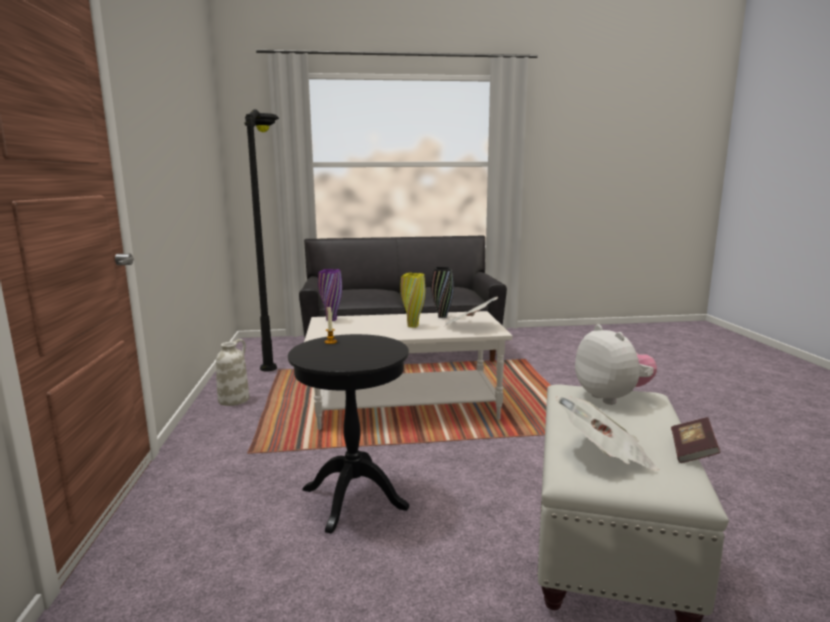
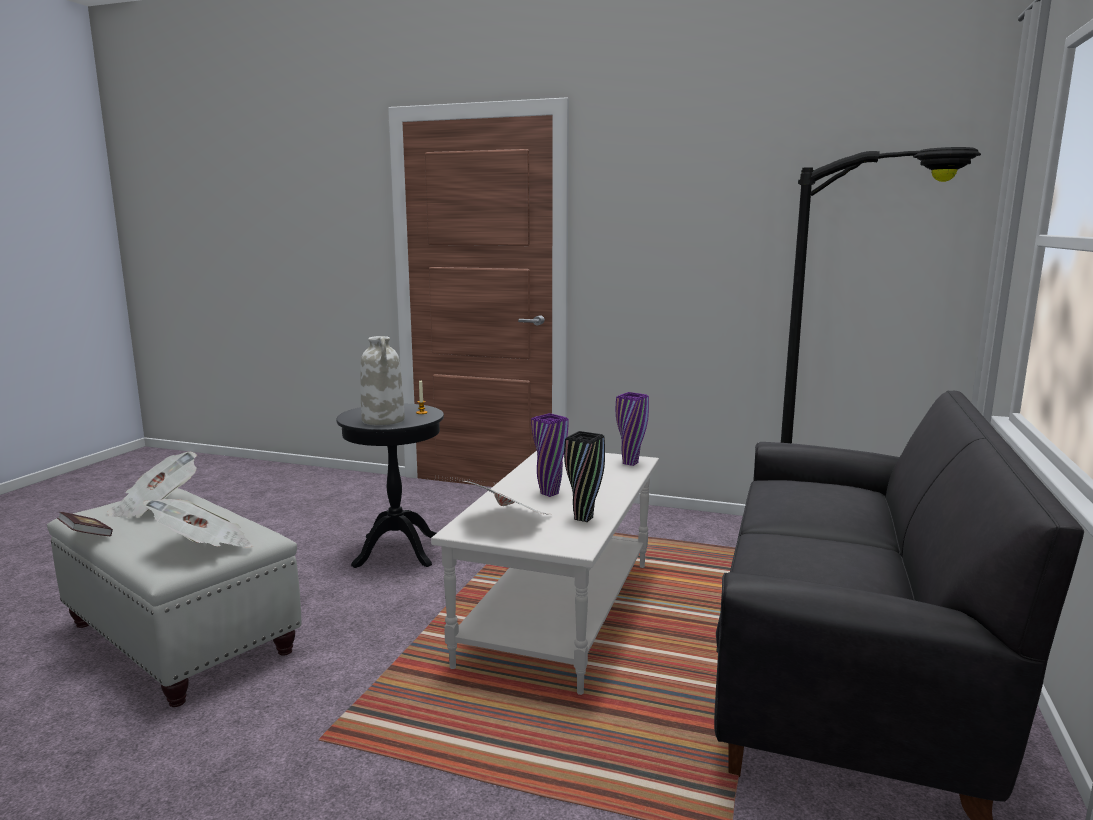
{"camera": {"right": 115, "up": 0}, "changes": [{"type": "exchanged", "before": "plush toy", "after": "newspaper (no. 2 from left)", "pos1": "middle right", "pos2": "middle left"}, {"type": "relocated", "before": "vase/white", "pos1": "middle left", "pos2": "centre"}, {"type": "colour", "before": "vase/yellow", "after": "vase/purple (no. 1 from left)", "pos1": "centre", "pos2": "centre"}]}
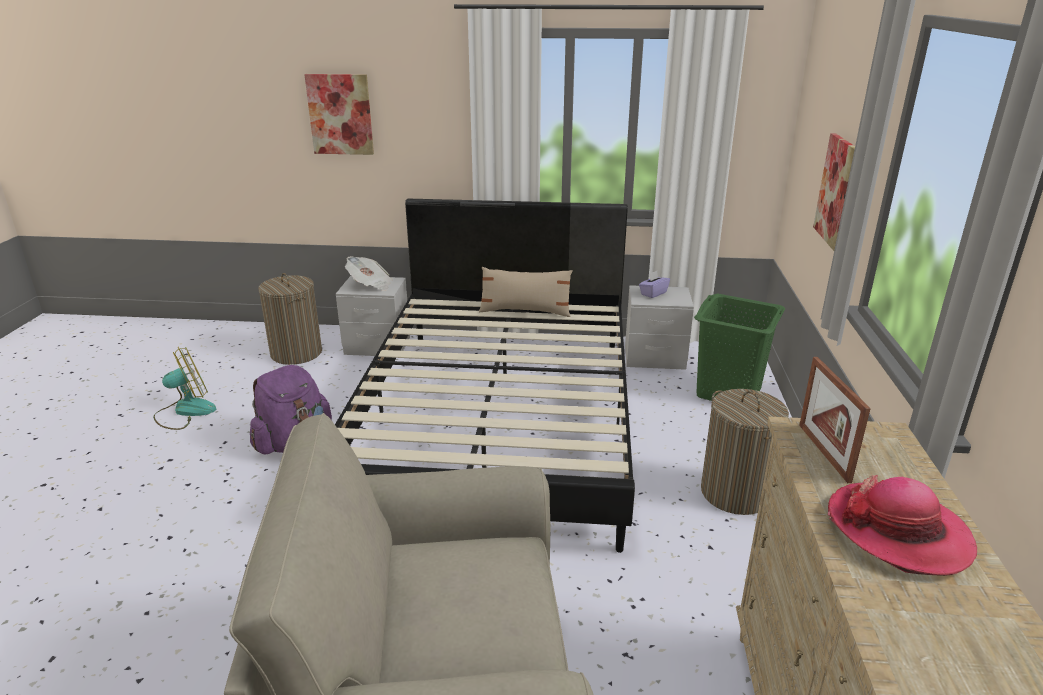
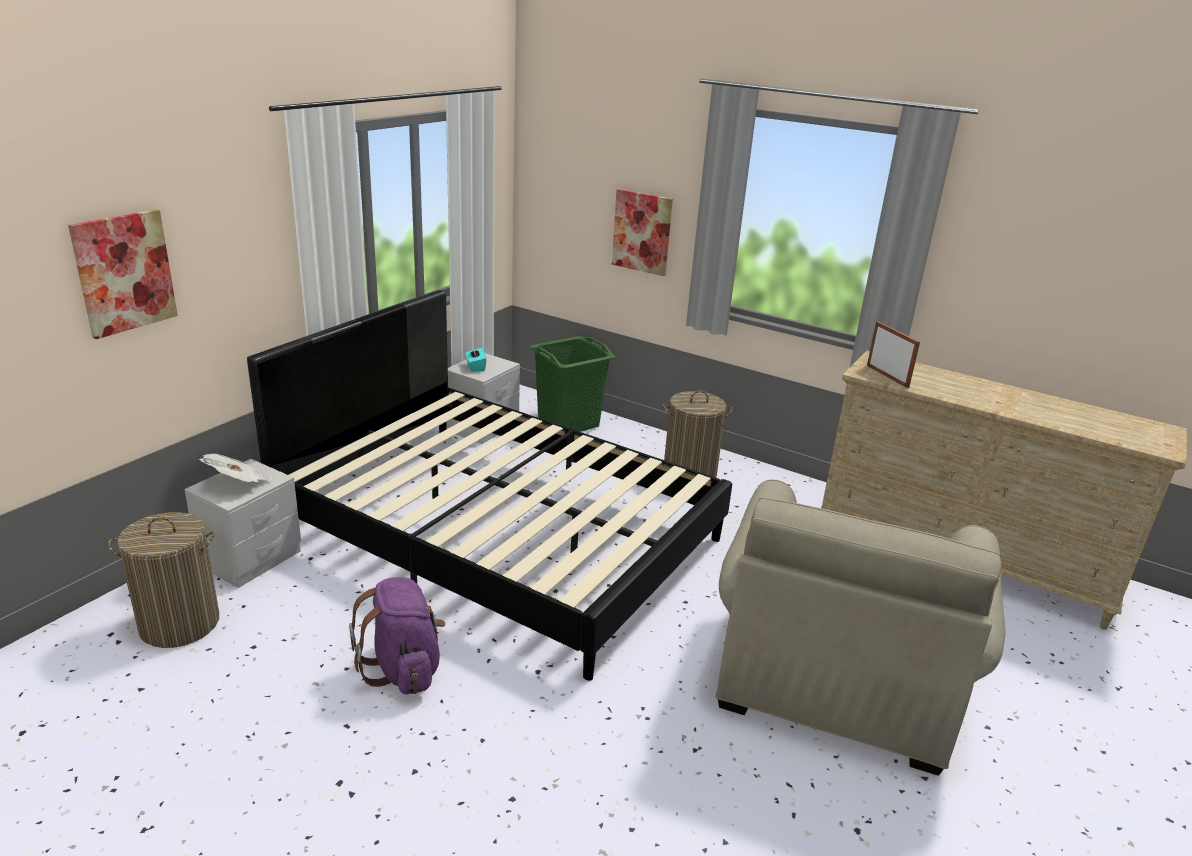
{"camera": {"right": -65, "up": 0}, "changes": [{"type": "colour", "before": "tissue box/purple", "after": "tissue box/turquoise", "pos1": "centre", "pos2": "centre"}, {"type": "spun", "before": "picture frame", "pos1": "middle right", "pos2": "middle right", "turn": -135}, {"type": "missing", "before": "fan", "pos1": "middle left"}, {"type": "missing", "before": "pillow/beige", "pos1": "centre"}, {"type": "missing", "before": "hat", "pos1": "bottom right"}]}
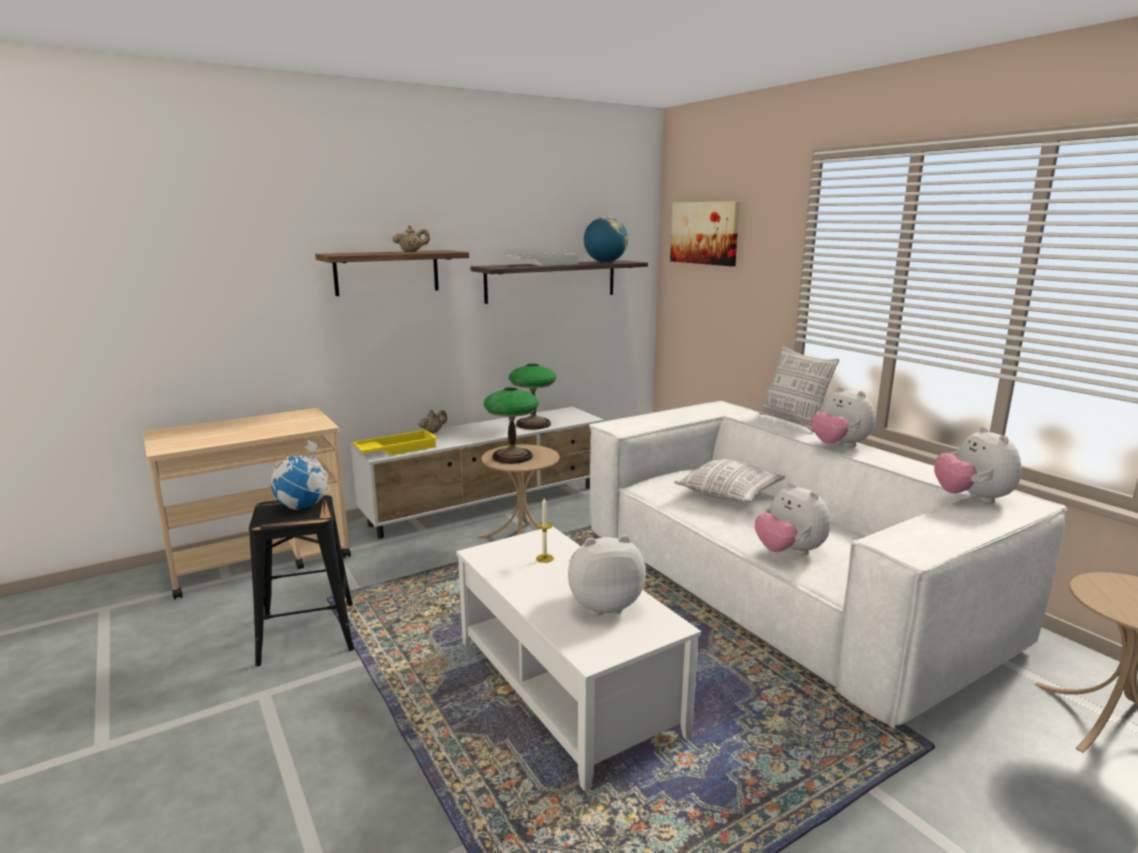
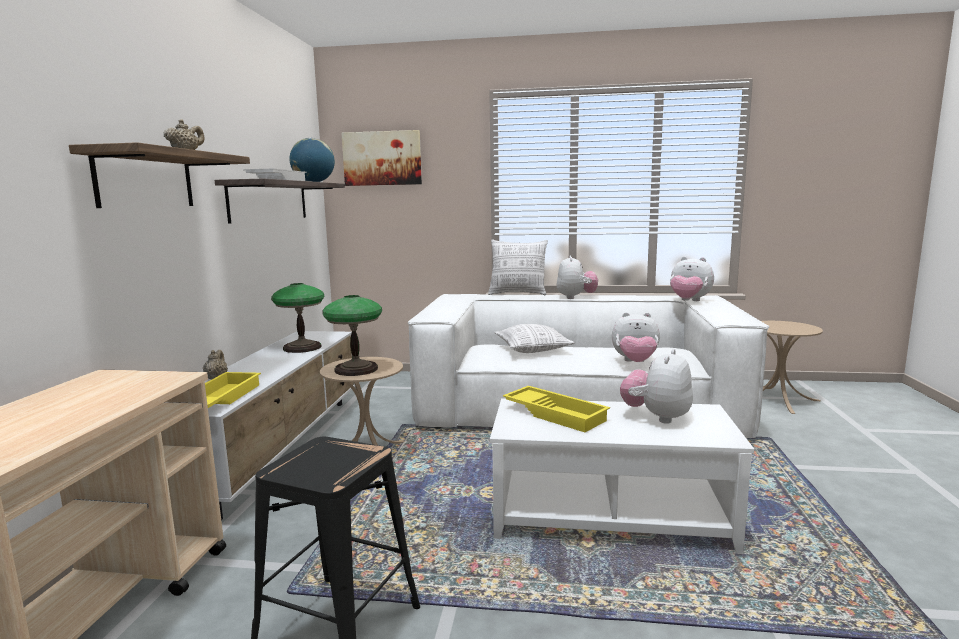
{"camera": {"right": -50, "up": -5}, "changes": [{"type": "exchanged", "before": "candle", "after": "tray/yellow (no. 2 from left)", "pos1": "centre", "pos2": "centre"}, {"type": "spun", "before": "plush toy (no. 3 from left in the first image)", "pos1": "middle right", "pos2": "centre", "turn": -90}, {"type": "missing", "before": "globe (no. 1 from left)", "pos1": "middle left"}]}
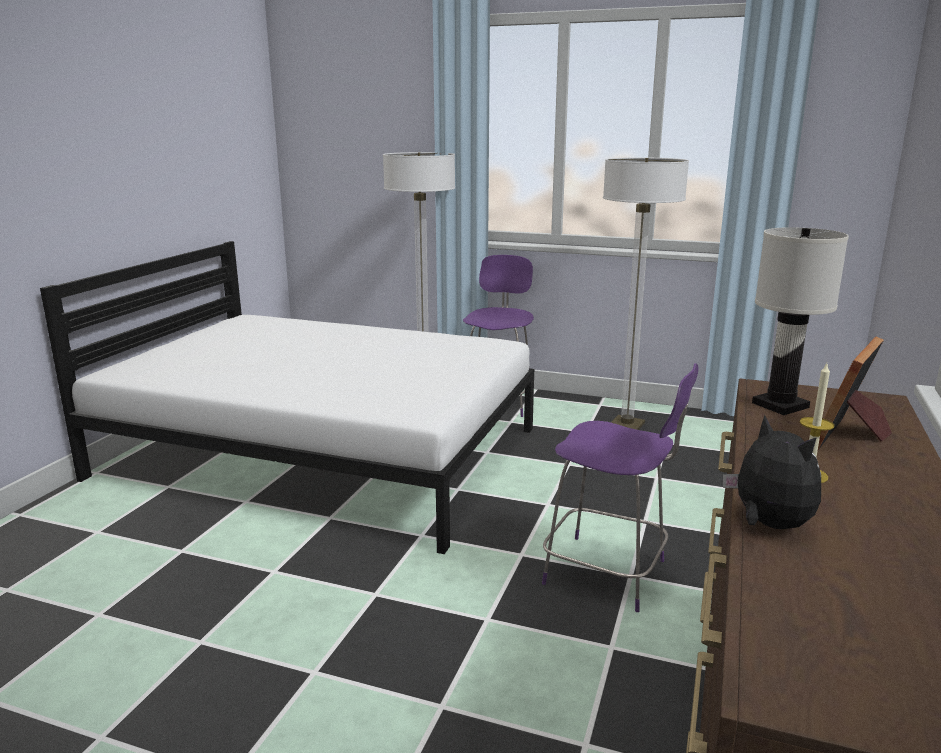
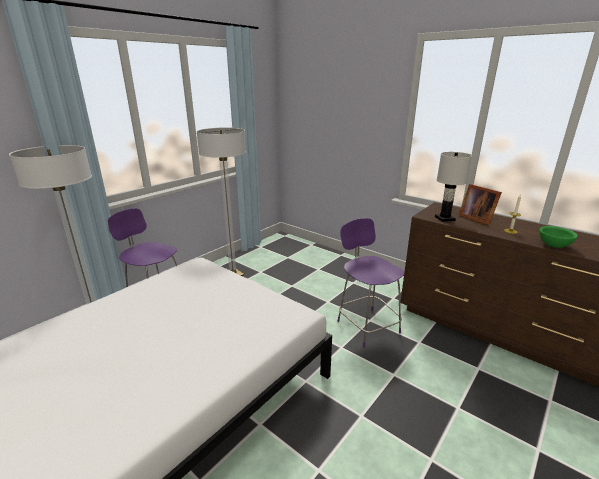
{"camera": {"right": -70, "up": 5}, "changes": [{"type": "spun", "before": "chair/purple (no. 2 from left)", "pos1": "centre", "pos2": "centre", "turn": -75}, {"type": "exchanged", "before": "plush toy", "after": "bowl/green", "pos1": "middle right", "pos2": "middle right"}]}
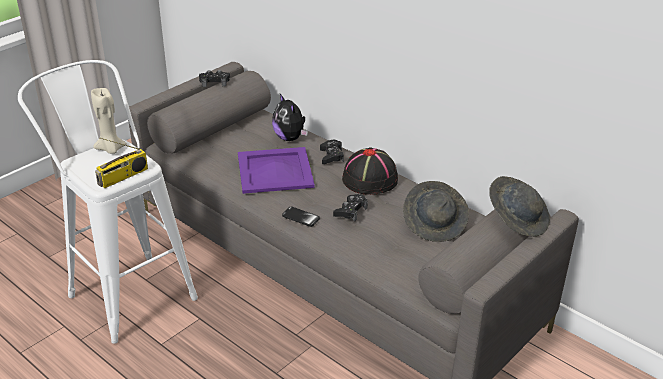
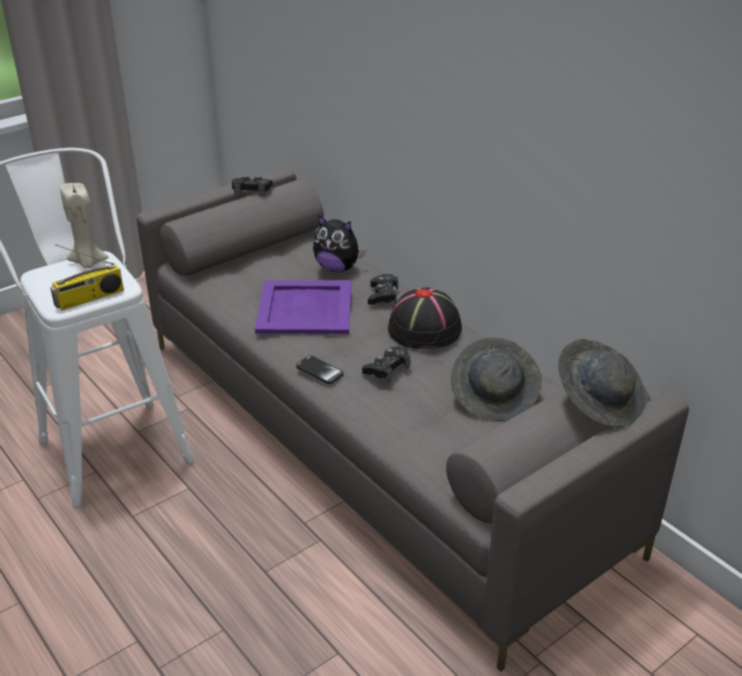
{"camera": {"right": 10, "up": 0}, "changes": [{"type": "spun", "before": "plush toy", "pos1": "top centre", "pos2": "centre", "turn": -45}]}
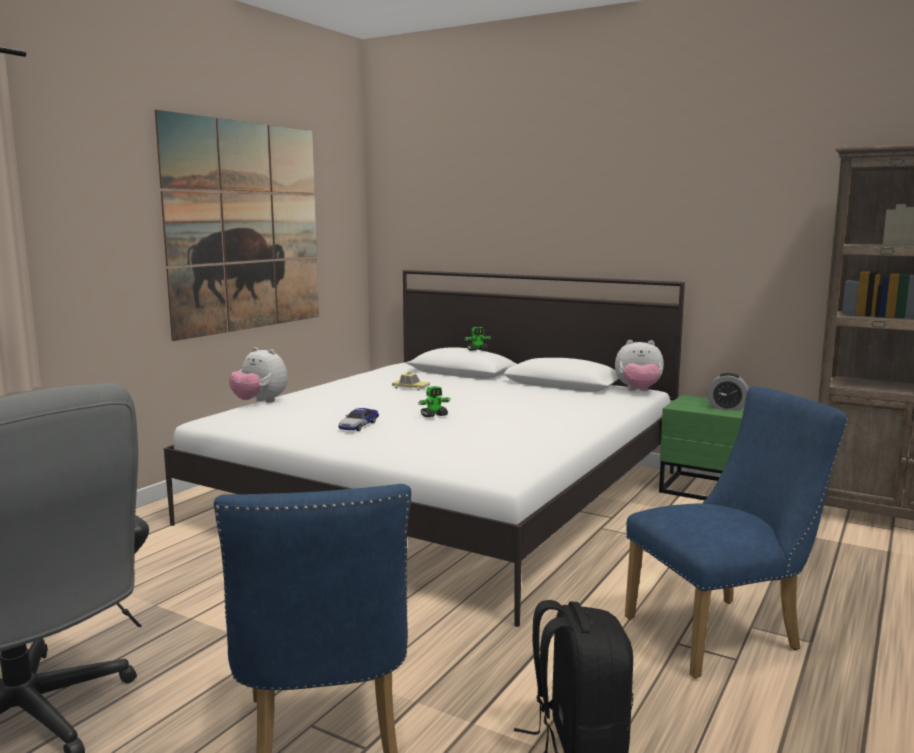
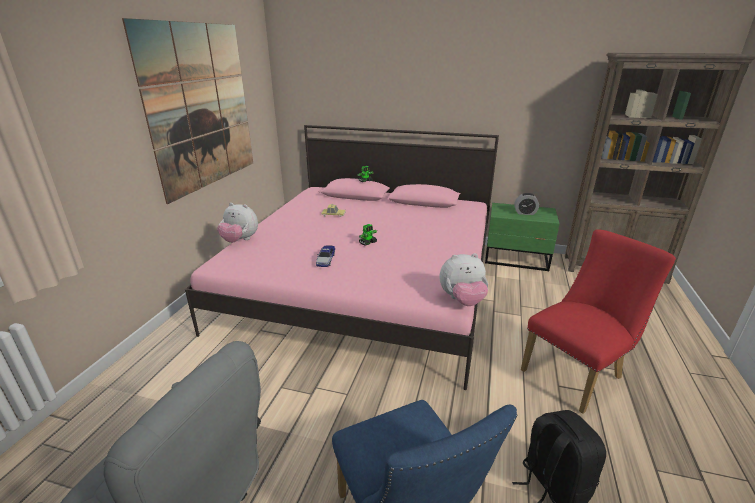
{"camera": {"right": -15, "up": 15}, "changes": [{"type": "colour", "before": "bed/white", "after": "bed/pink", "pos1": "centre", "pos2": "centre"}, {"type": "relocated", "before": "plush toy (no. 2 from left)", "pos1": "middle right", "pos2": "centre"}, {"type": "colour", "before": "chair/blue (no. 2 from left)", "after": "chair/red", "pos1": "bottom right", "pos2": "middle right"}]}
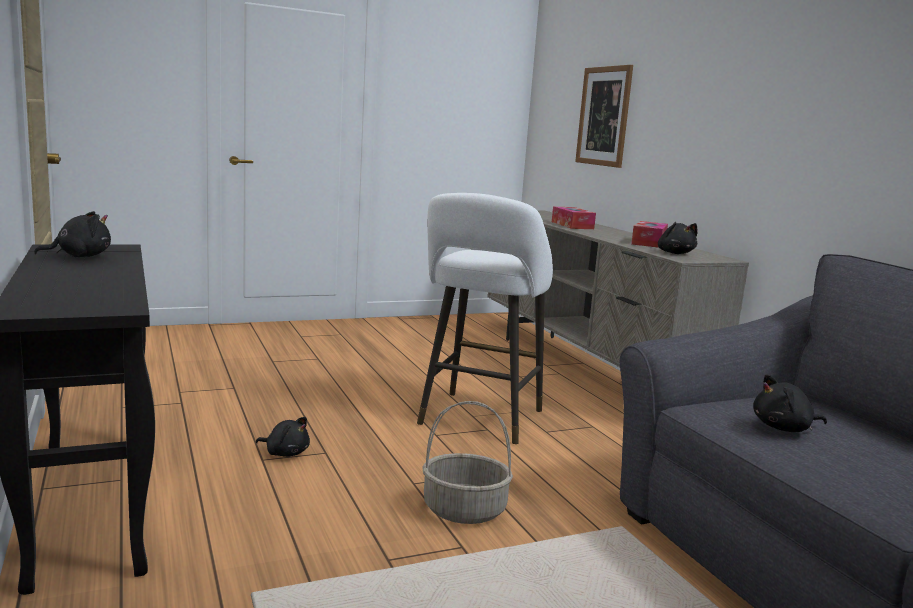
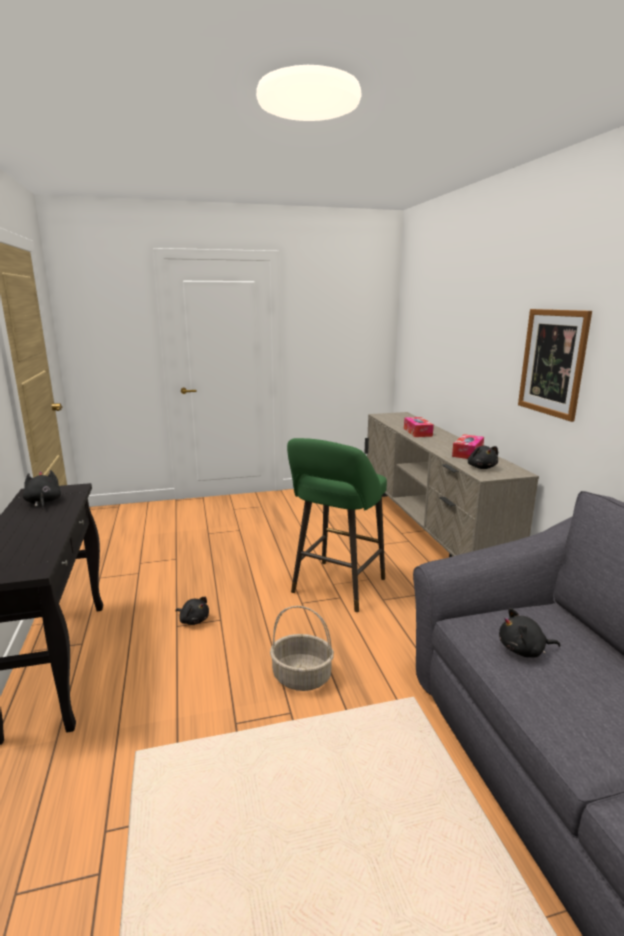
{"camera": {"right": 10, "up": 5}, "changes": [{"type": "spun", "before": "plush toy/black (no. 1 from left)", "pos1": "middle left", "pos2": "middle left", "turn": -90}, {"type": "colour", "before": "stool/white", "after": "stool/green", "pos1": "centre", "pos2": "centre"}, {"type": "relocated", "before": "picture", "pos1": "top centre", "pos2": "middle right"}]}
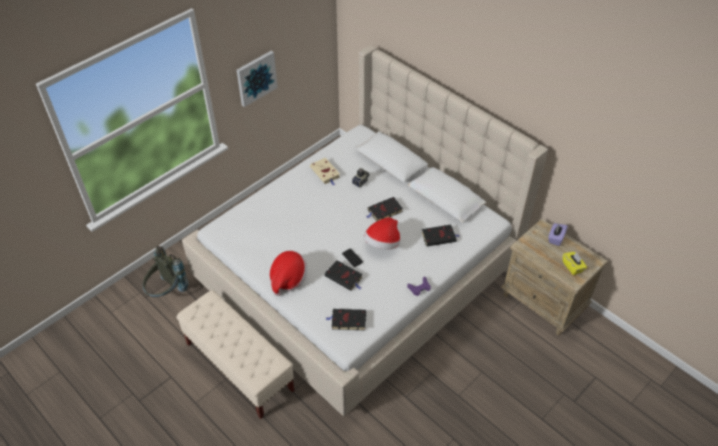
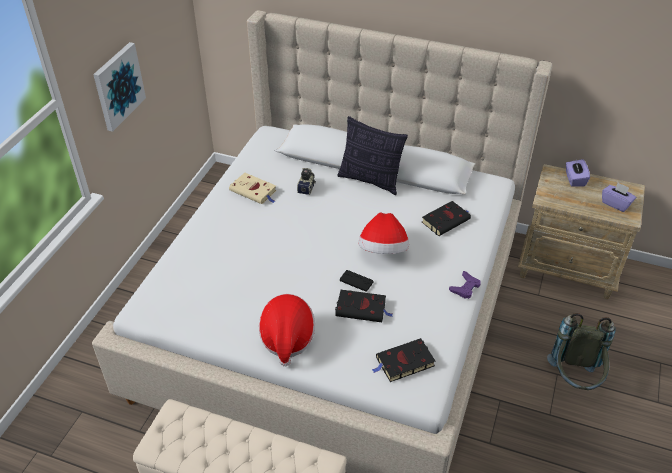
{"camera": {"right": -25, "up": -5}, "changes": [{"type": "appeared", "after": "pillow", "pos2": "top centre"}, {"type": "relocated", "before": "backpack/grey", "pos1": "middle left", "pos2": "bottom right"}, {"type": "colour", "before": "tissue box/yellow", "after": "tissue box/purple (no. 2 from left)", "pos1": "middle right", "pos2": "middle right"}, {"type": "missing", "before": "book/black (no. 3 from left)", "pos1": "centre"}]}
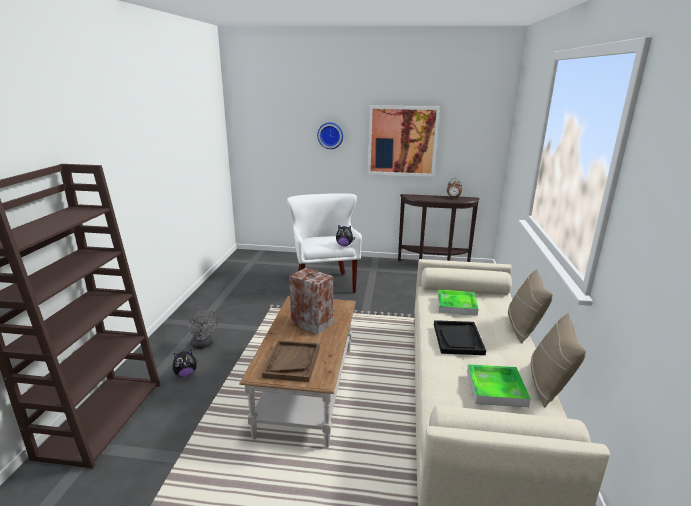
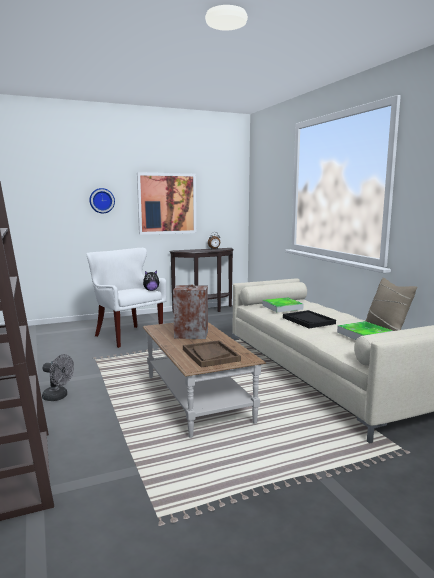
{"camera": {"right": -30, "up": -10}, "changes": [{"type": "missing", "before": "plush toy (no. 1 from left)", "pos1": "bottom left"}, {"type": "missing", "before": "pillow/beige (no. 1 from left)", "pos1": "middle right"}]}
